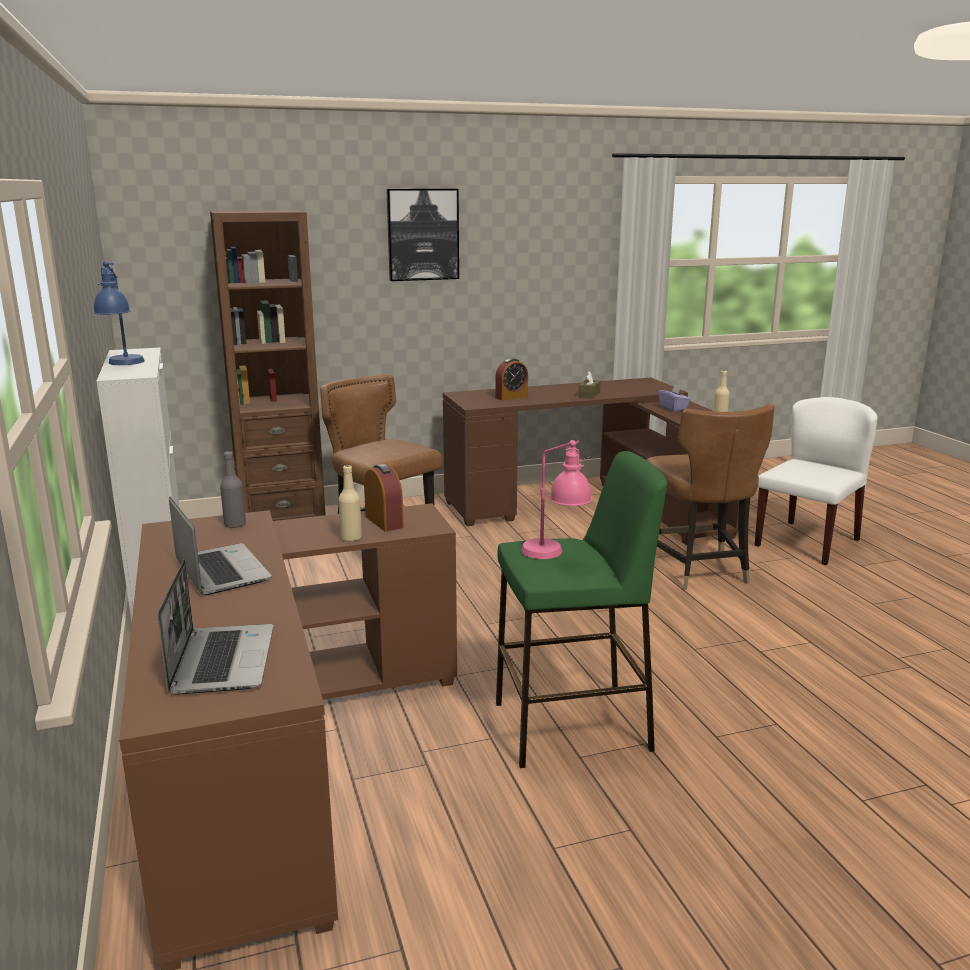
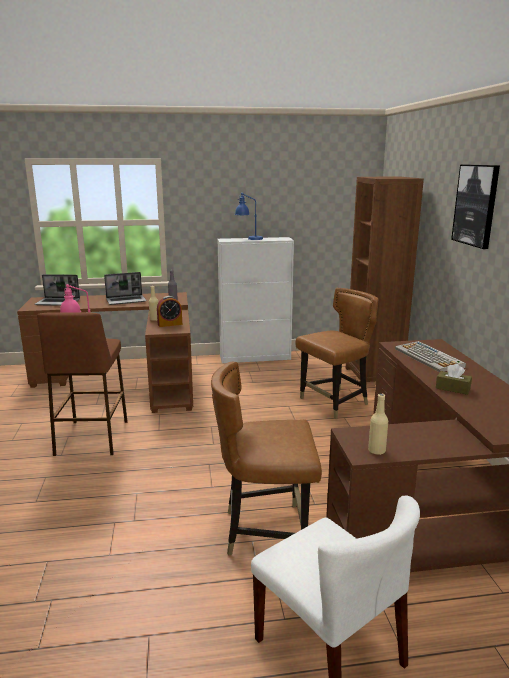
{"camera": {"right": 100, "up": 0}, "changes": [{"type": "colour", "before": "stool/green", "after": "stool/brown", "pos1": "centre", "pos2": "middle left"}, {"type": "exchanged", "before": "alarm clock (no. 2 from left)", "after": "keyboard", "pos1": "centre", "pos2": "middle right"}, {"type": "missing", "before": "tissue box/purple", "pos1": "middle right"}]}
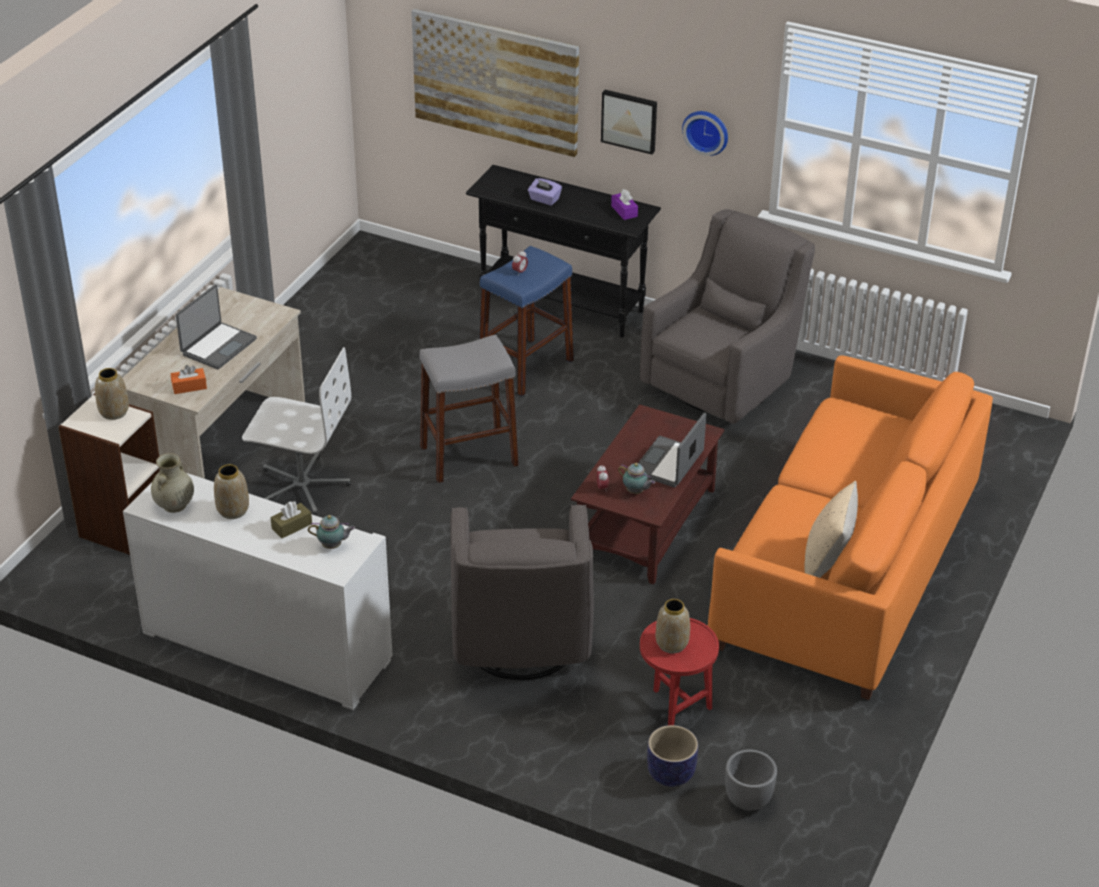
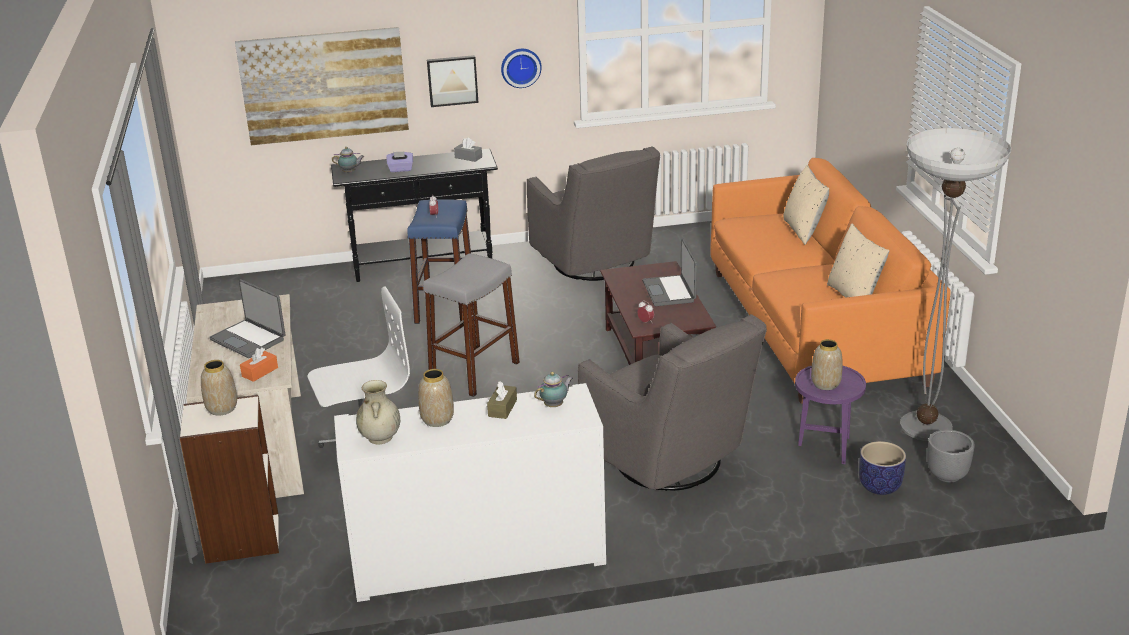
{"camera": {"right": -35, "up": -10}, "changes": [{"type": "spun", "before": "laptop (no. 1 from left)", "pos1": "middle left", "pos2": "middle left", "turn": 135}, {"type": "relocated", "before": "teapot (no. 2 from left in the first image)", "after": "teapot (no. 1 from left)", "pos1": "centre", "pos2": "top left"}, {"type": "colour", "before": "tissue box/purple (no. 2 from left)", "after": "tissue box/grey", "pos1": "top centre", "pos2": "top centre"}, {"type": "spun", "before": "armchair/grey (no. 2 from left in the first image)", "pos1": "centre", "pos2": "centre", "turn": 150}, {"type": "appeared", "after": "pillow/beige (no. 1 from left)", "pos2": "top right"}, {"type": "colour", "before": "side table/red", "after": "side table/purple", "pos1": "bottom centre", "pos2": "middle right"}, {"type": "appeared", "after": "floor lamp", "pos2": "middle right"}]}
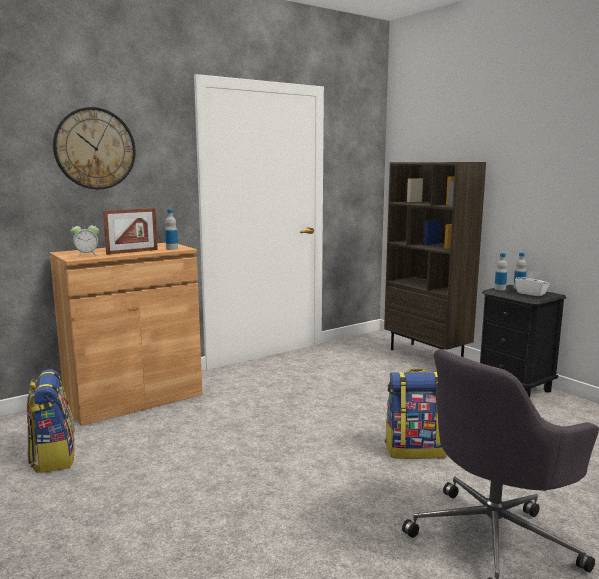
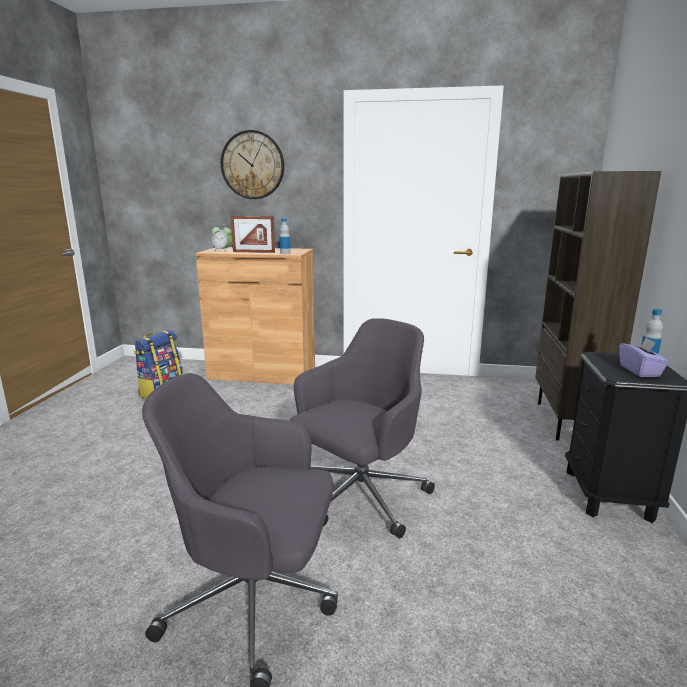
{"camera": {"right": 45, "up": 5}, "changes": [{"type": "exchanged", "before": "backpack (no. 2 from left)", "after": "office chair/grey (no. 2 from left)", "pos1": "bottom right", "pos2": "centre"}, {"type": "colour", "before": "tissue box/white", "after": "tissue box/purple", "pos1": "middle right", "pos2": "middle right"}, {"type": "missing", "before": "bottle (no. 2 from left)", "pos1": "middle right"}]}
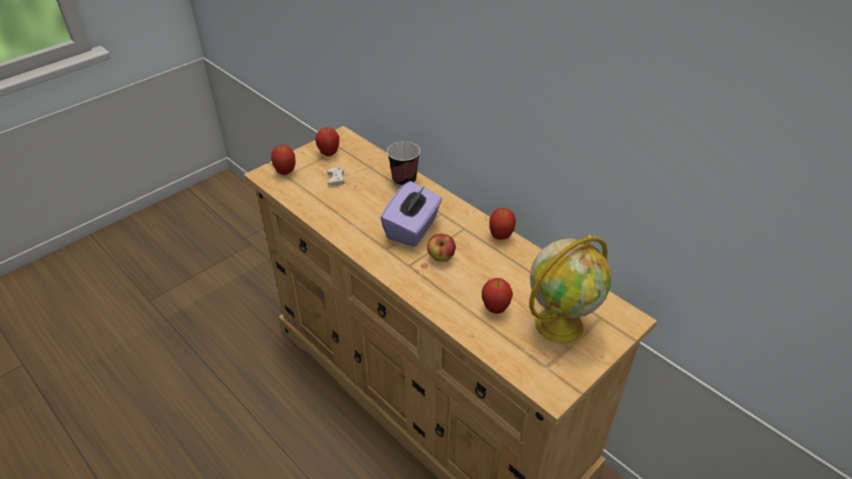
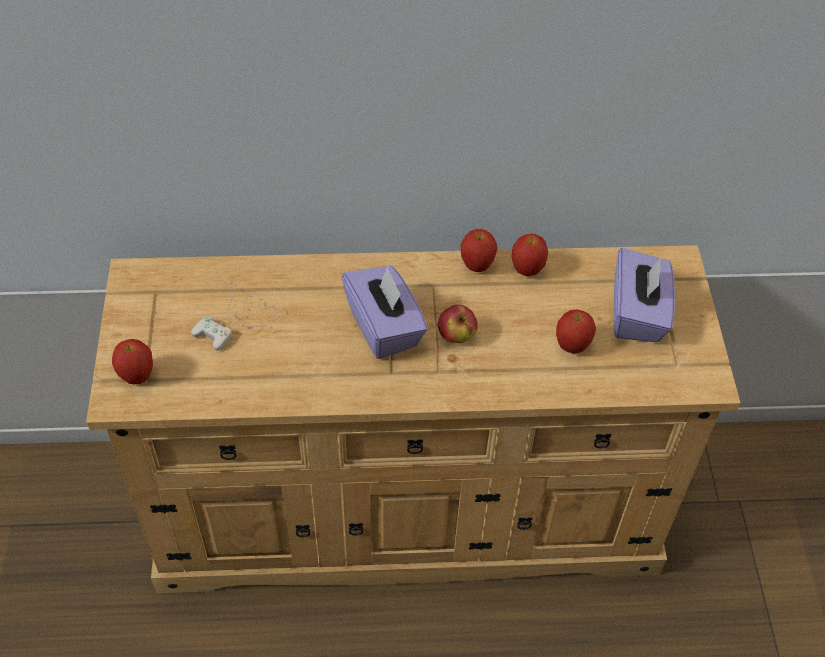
{"camera": {"right": -50, "up": 10}, "changes": [{"type": "relocated", "before": "apple (no. 2 from left in the first image)", "after": "apple (no. 4 from left)", "pos1": "top centre", "pos2": "centre"}, {"type": "exchanged", "before": "globe", "after": "tissue box/purple (no. 2 from left)", "pos1": "middle right", "pos2": "middle right"}, {"type": "missing", "before": "cup", "pos1": "centre"}]}
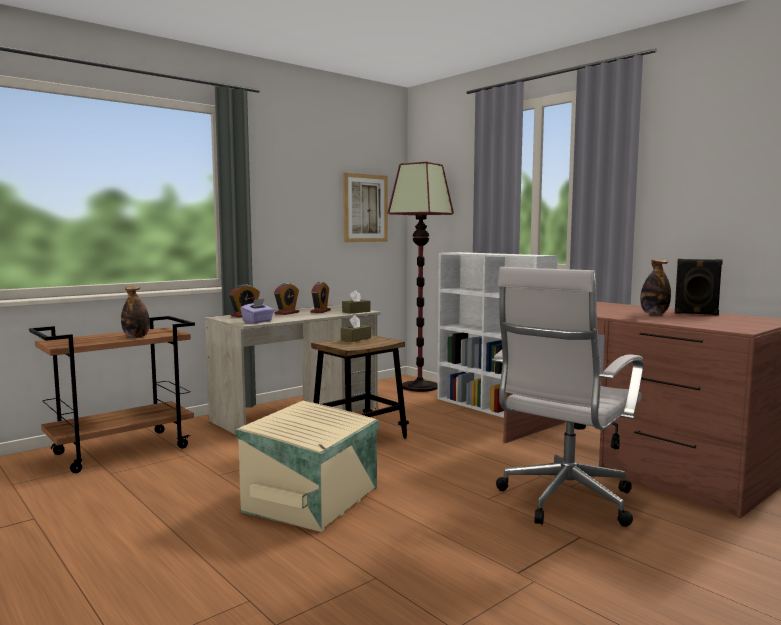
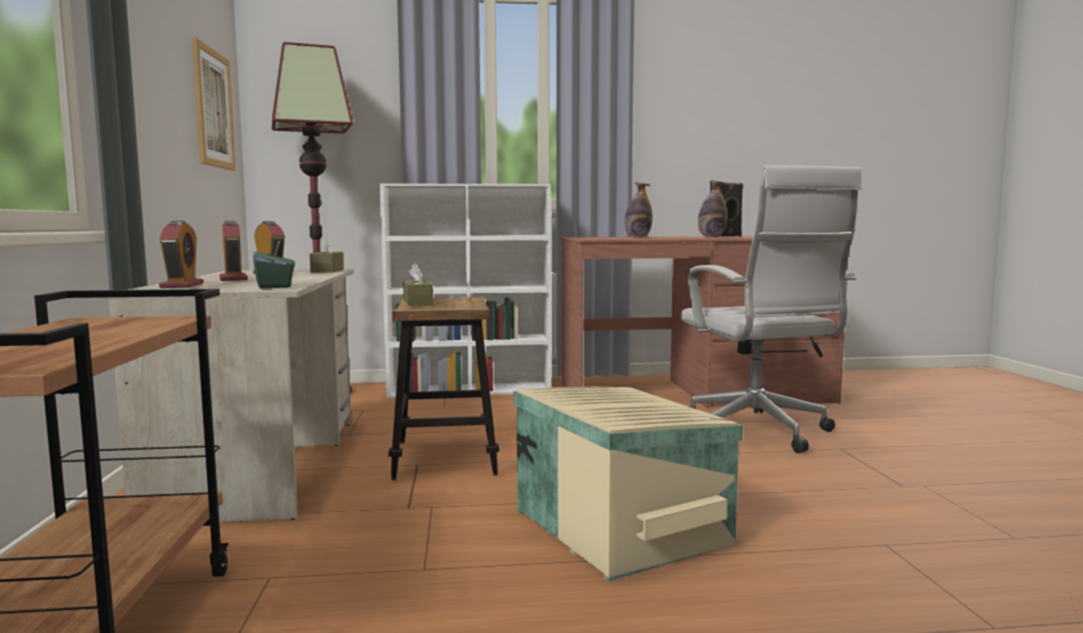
{"camera": {"right": -55, "up": 0}, "changes": [{"type": "colour", "before": "tissue box/purple", "after": "tissue box/green", "pos1": "middle left", "pos2": "middle left"}, {"type": "relocated", "before": "bottle (no. 1 from left)", "pos1": "middle left", "pos2": "top centre"}]}
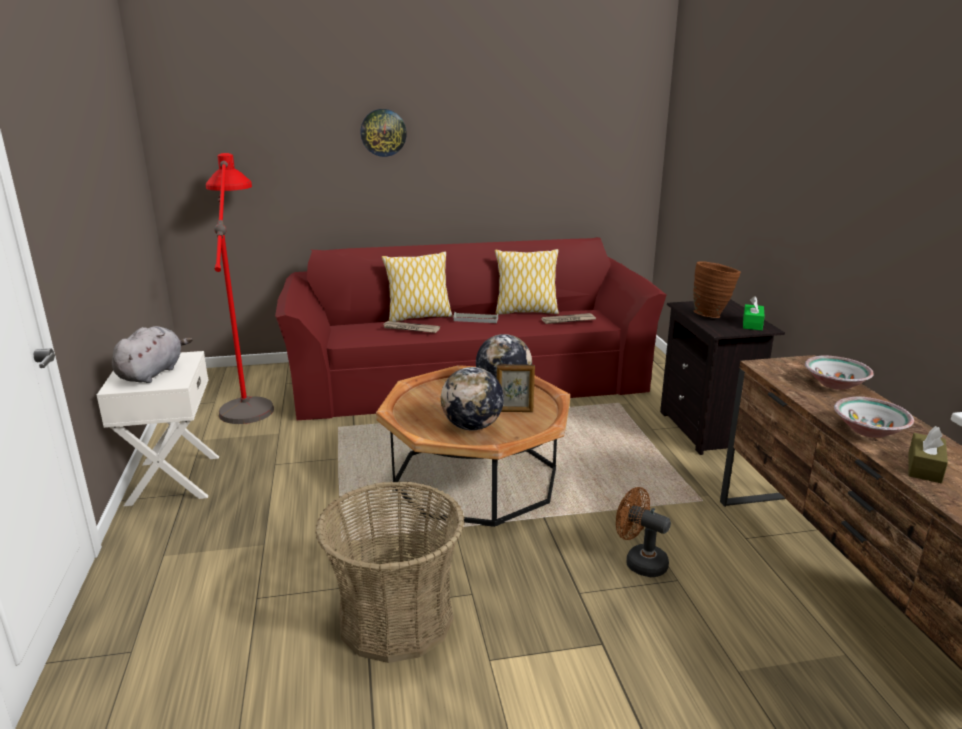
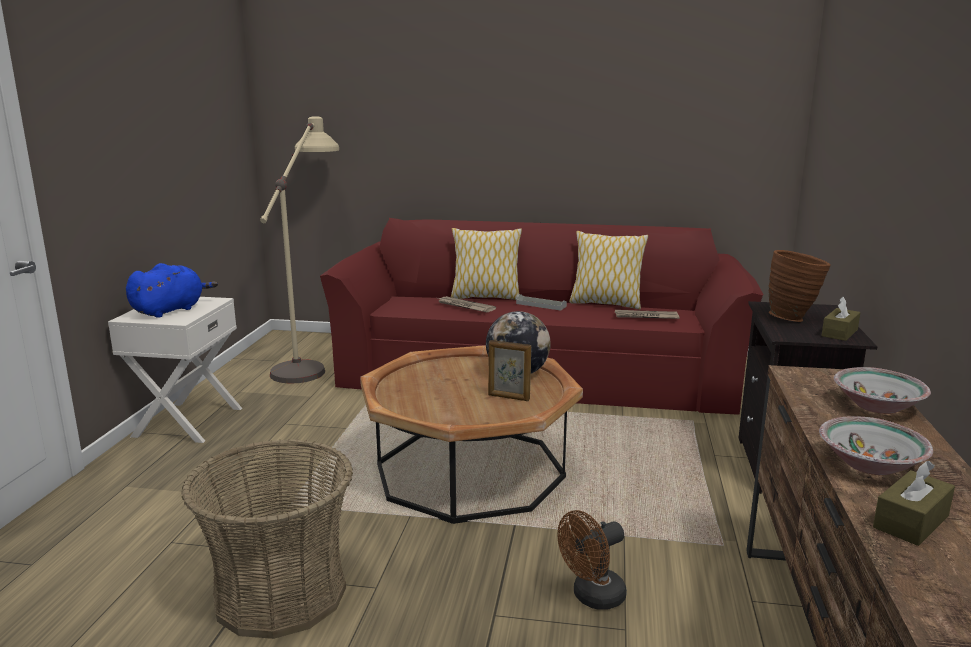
{"camera": {"right": 20, "up": -5}, "changes": [{"type": "colour", "before": "plush toy/grey", "after": "plush toy/blue", "pos1": "middle left", "pos2": "middle left"}, {"type": "colour", "before": "floor lamp/red", "after": "floor lamp/beige", "pos1": "middle left", "pos2": "middle left"}, {"type": "spun", "before": "fan/brown", "pos1": "bottom right", "pos2": "bottom centre", "turn": -90}, {"type": "colour", "before": "tissue box/green", "after": "tissue box/brown (no. 1 from left)", "pos1": "middle right", "pos2": "middle right"}, {"type": "missing", "before": "wall clock", "pos1": "top centre"}, {"type": "missing", "before": "globe (no. 1 from left)", "pos1": "centre"}]}
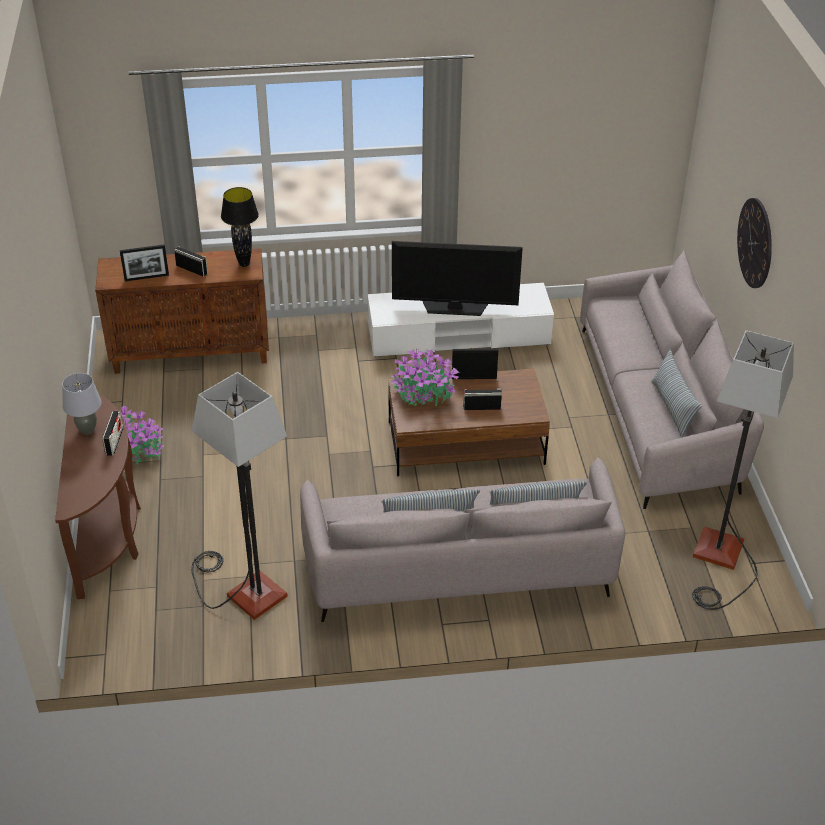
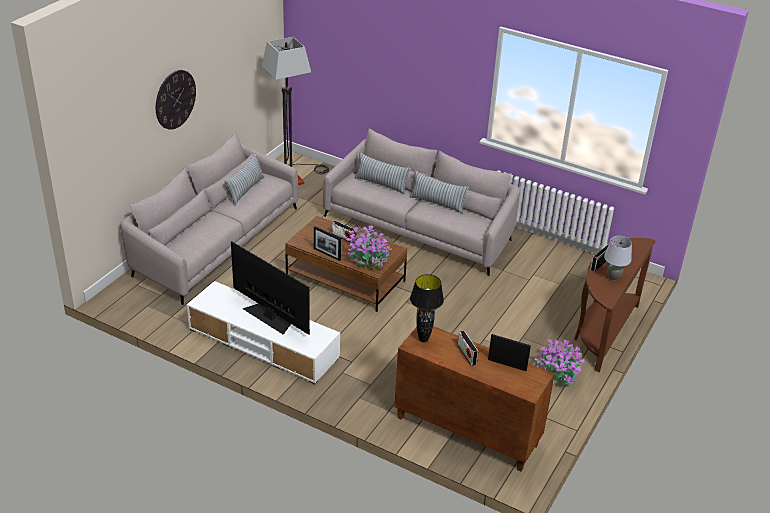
{"camera": {"right": -145, "up": -5}, "changes": [{"type": "missing", "before": "floor lamp (no. 1 from left)", "pos1": "middle left"}]}
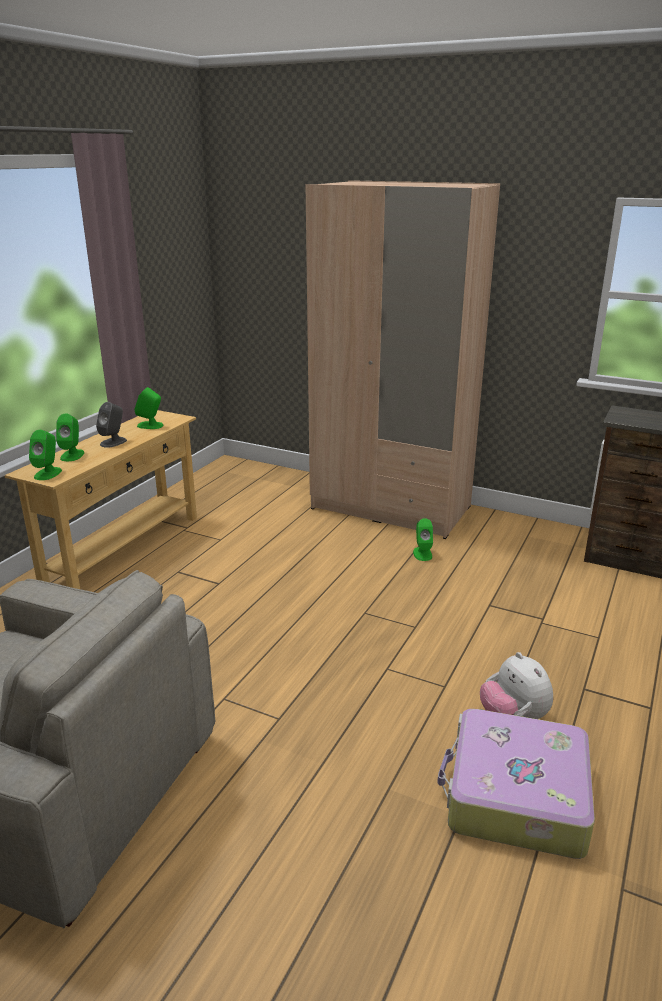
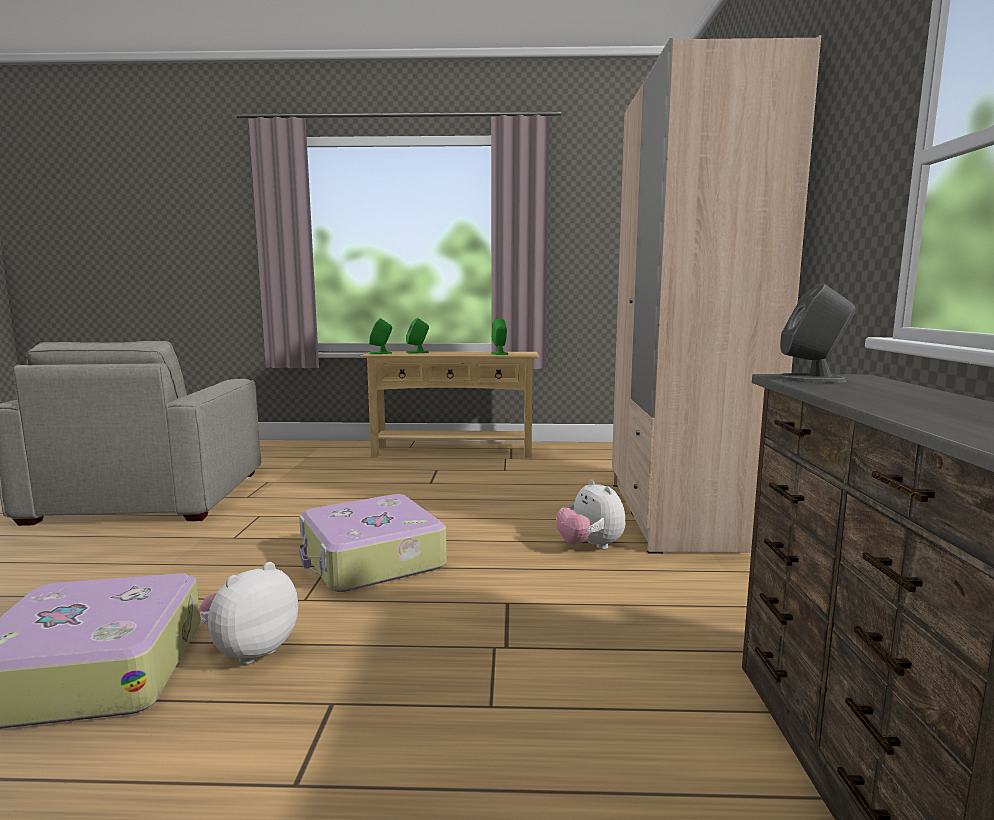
{"camera": {"right": 65, "up": -15}, "changes": [{"type": "appeared", "after": "suitcase (no. 2 from left)", "pos2": "centre"}, {"type": "exchanged", "before": "speaker/green (no. 4 from left)", "after": "plush toy (no. 2 from left)", "pos1": "centre", "pos2": "centre"}, {"type": "relocated", "before": "speaker/grey", "pos1": "middle left", "pos2": "middle right"}]}
